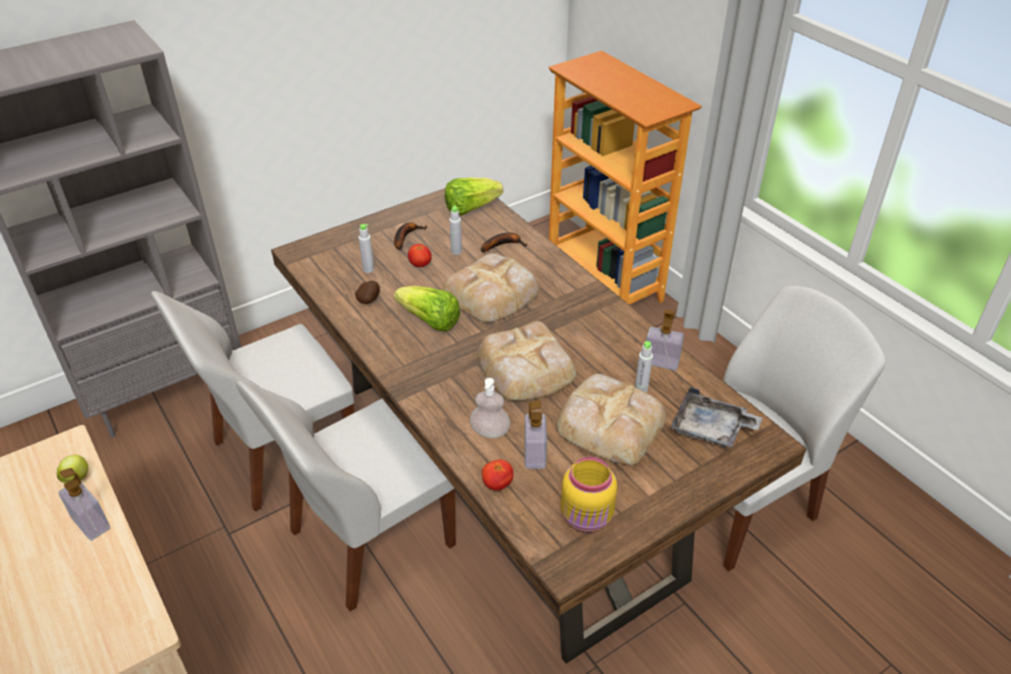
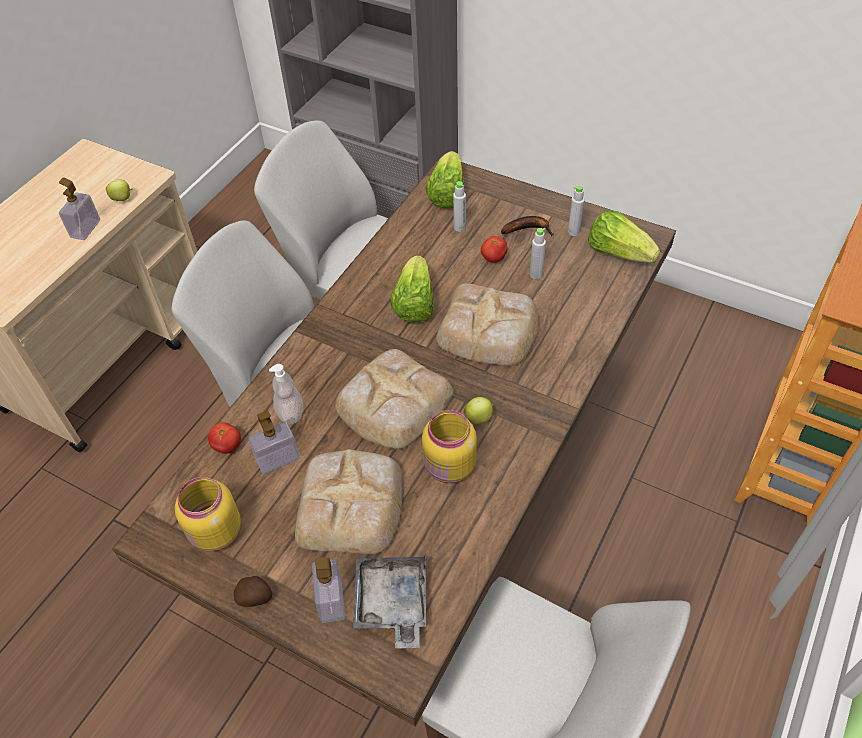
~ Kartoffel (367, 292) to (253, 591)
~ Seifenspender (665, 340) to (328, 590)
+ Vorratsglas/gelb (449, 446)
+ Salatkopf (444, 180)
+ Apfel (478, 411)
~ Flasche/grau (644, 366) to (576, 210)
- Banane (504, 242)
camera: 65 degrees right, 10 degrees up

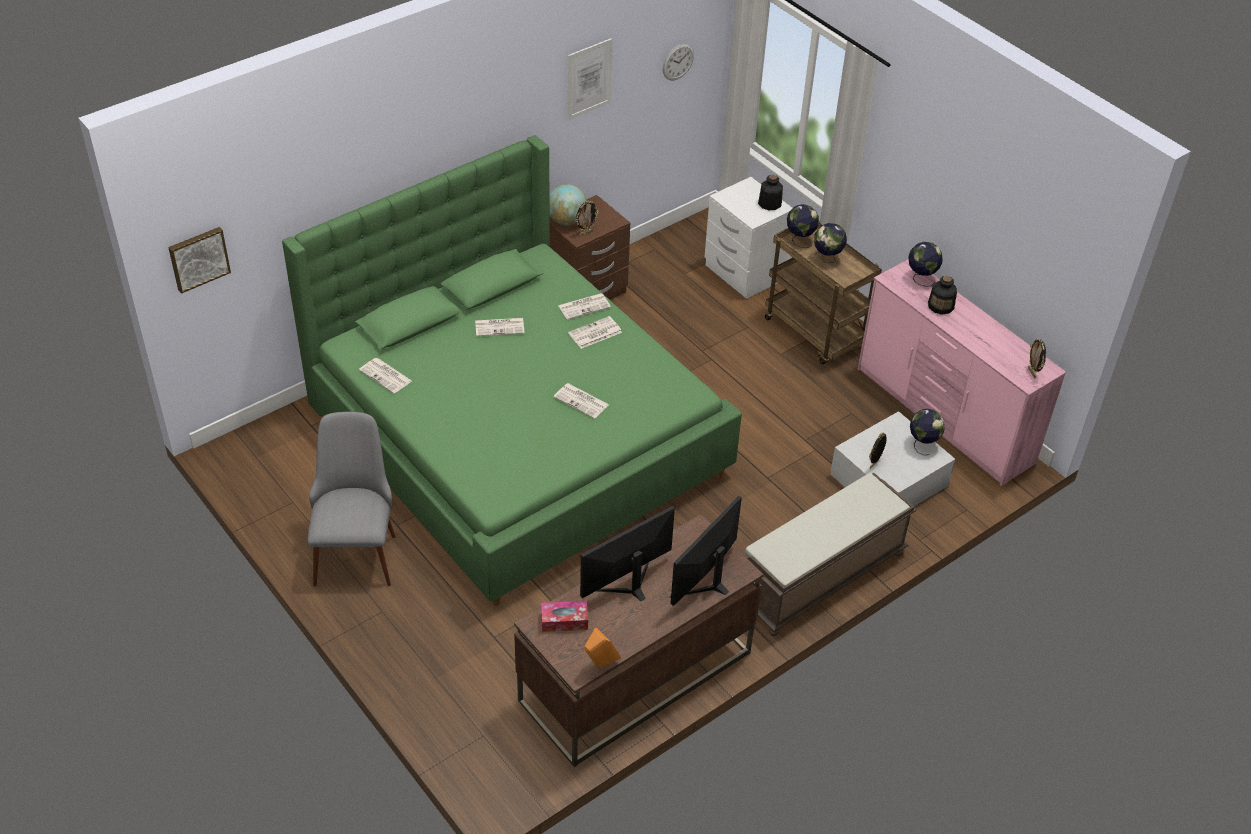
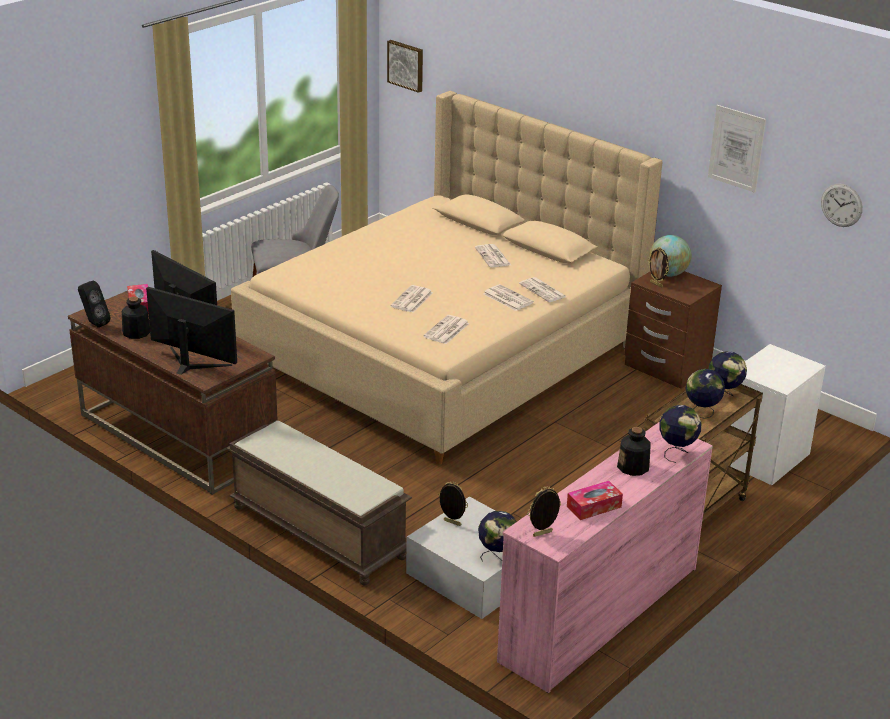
~ Lautsprecher/orange (602, 648) to Lautsprecher/schwarz (94, 304)
~ Flasche (770, 192) to (136, 318)
~ Bett/grün (512, 371) to Bett/beige (446, 278)
~ Zeitung (385, 376) to (446, 329)
+ Taschentuchbox (595, 500)
camera: 80 degrees right, 15 degrees down

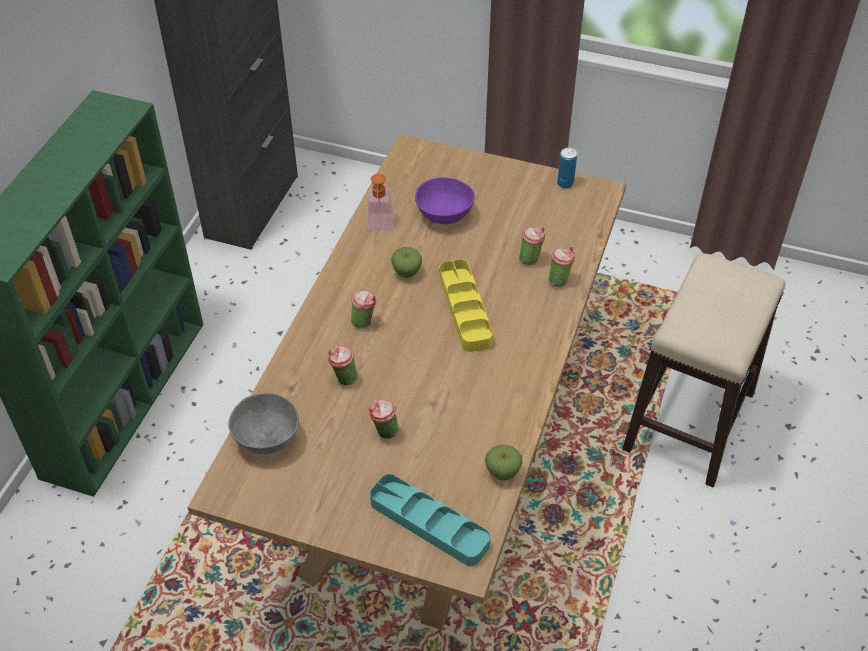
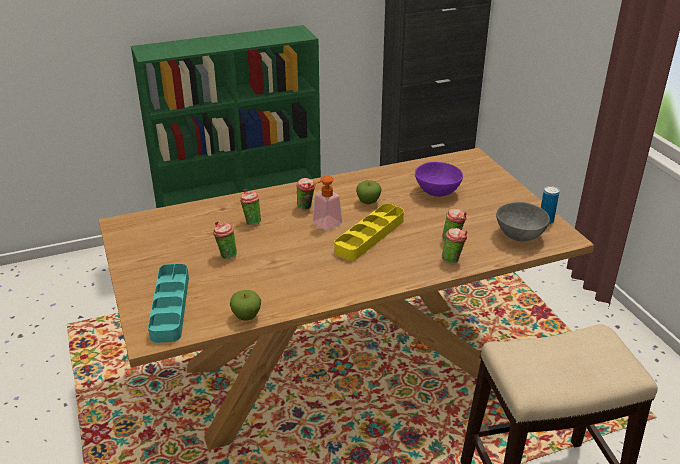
~ Seifenspender (380, 202) to (325, 203)
~ Schüssel/grau (263, 423) to (523, 221)
camera: 50 degrees right, 15 degrees down

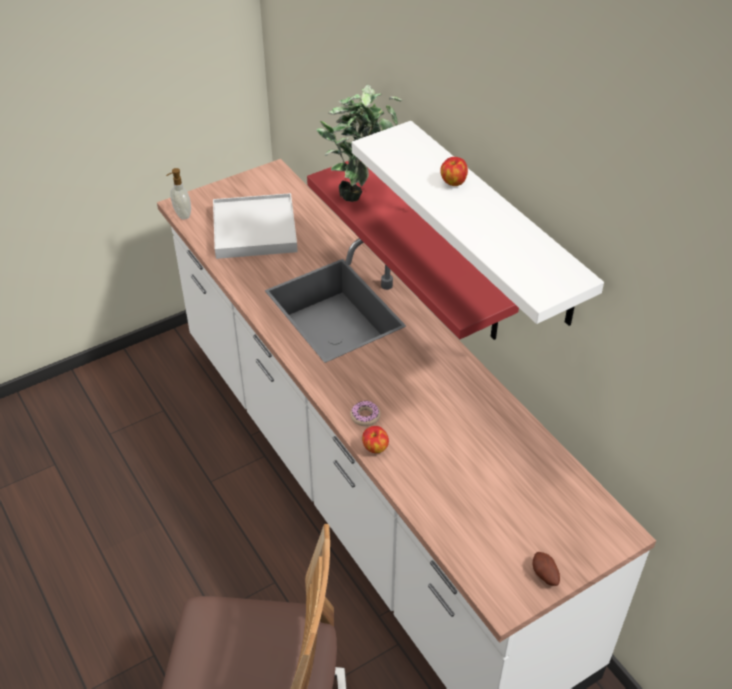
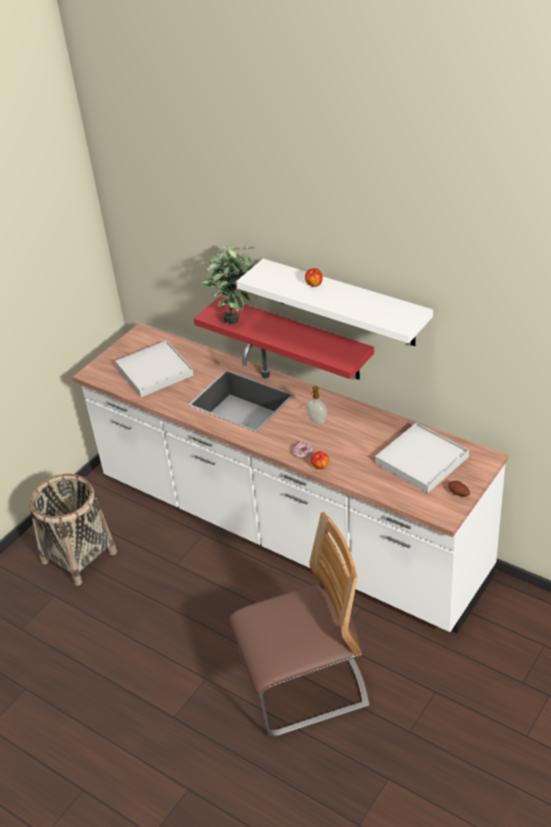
+ Korb (73, 530)
~ Seifenspender (178, 194) to (317, 405)
+ Tablett/weiß (422, 457)
camera: 20 degrees left, 5 degrees down

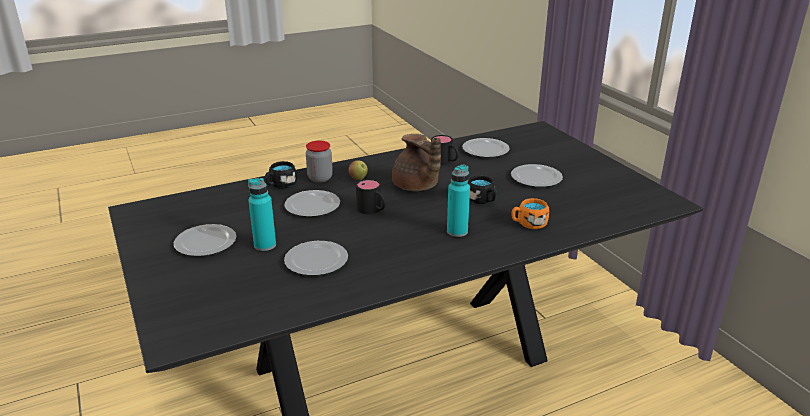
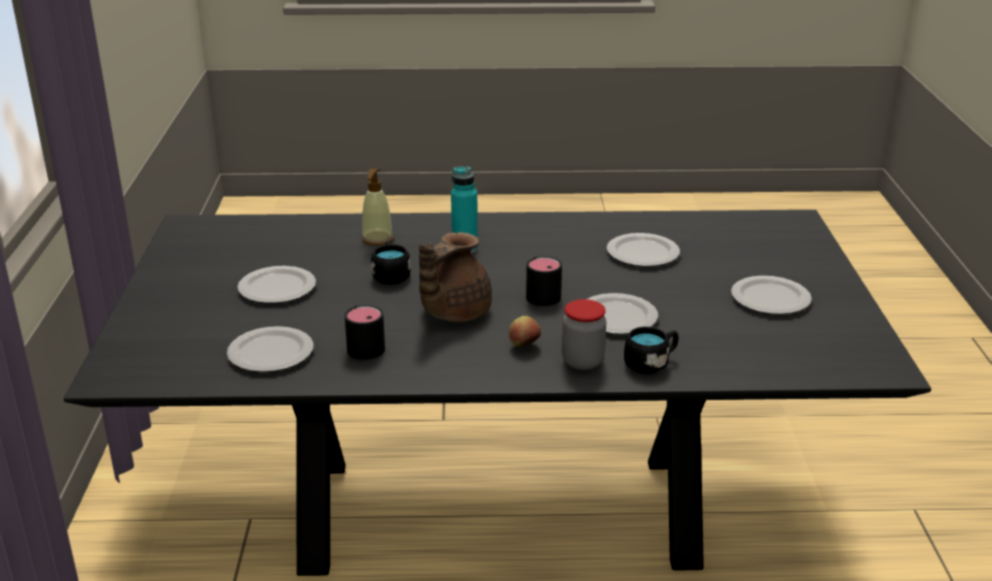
~ Henkelbecher/orange (530, 213) to Seifenspender (377, 207)
~ Teekanne/braun (416, 162) = (455, 277) 135 degrees counterclockwise
- Flasche/türkis (262, 214)
camera: 155 degrees left, 0 degrees up

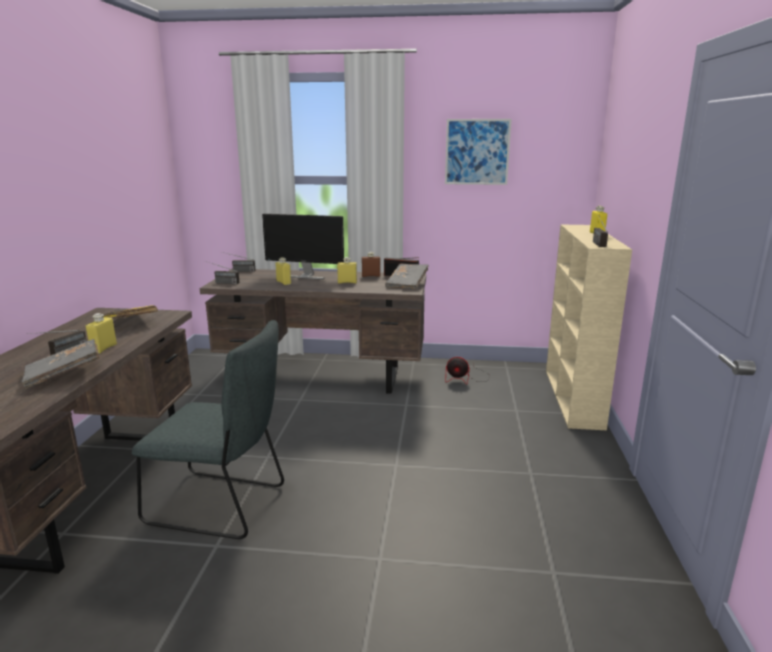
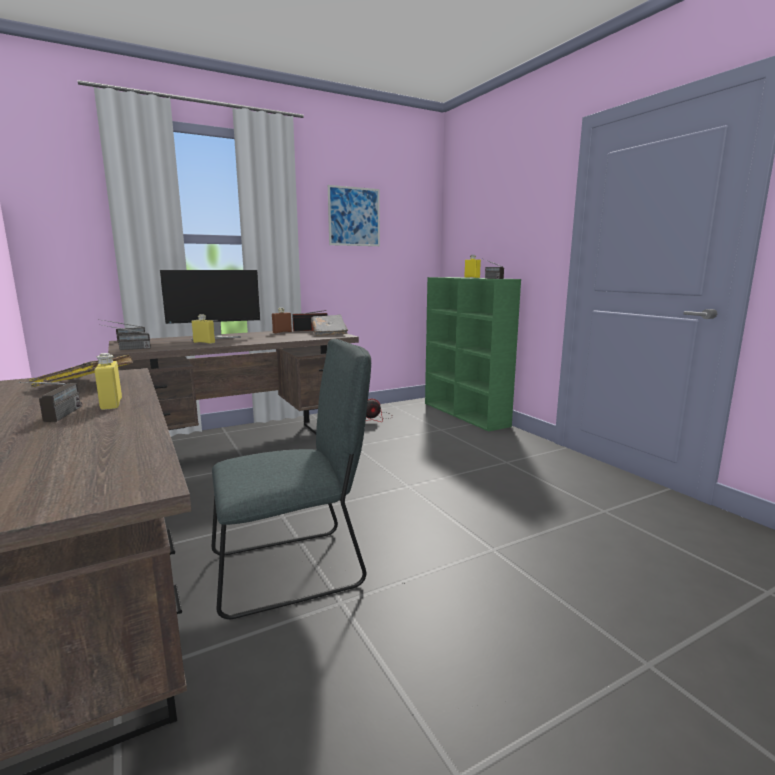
~ Bücherregal/beige (589, 327) to Bücherregal/grün (473, 354)
- Buch/grau (60, 364)
- Flasche/gelb (347, 270)
camera: 35 degrees left, 5 degrees down

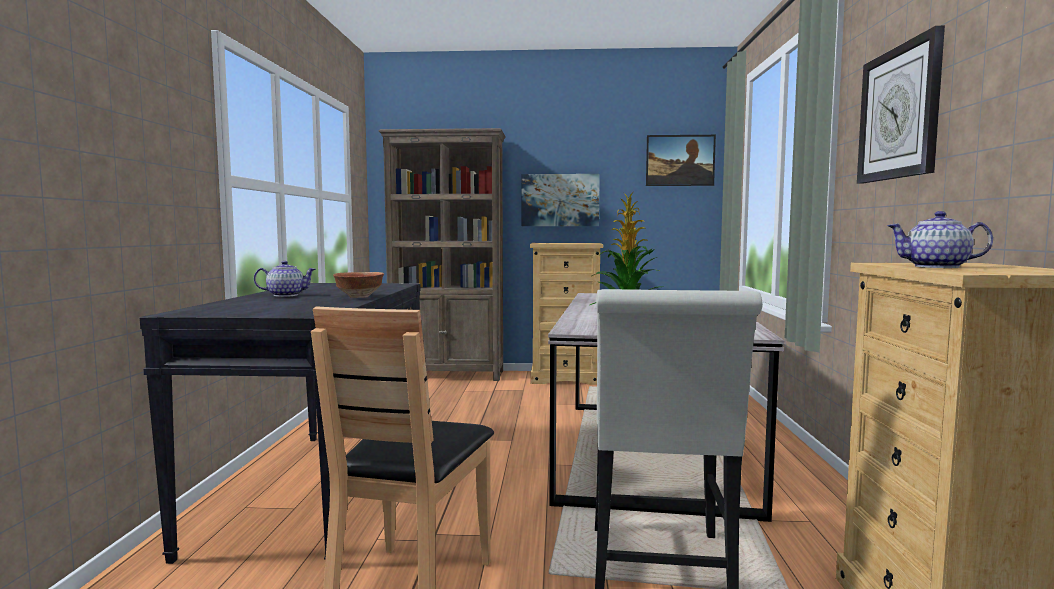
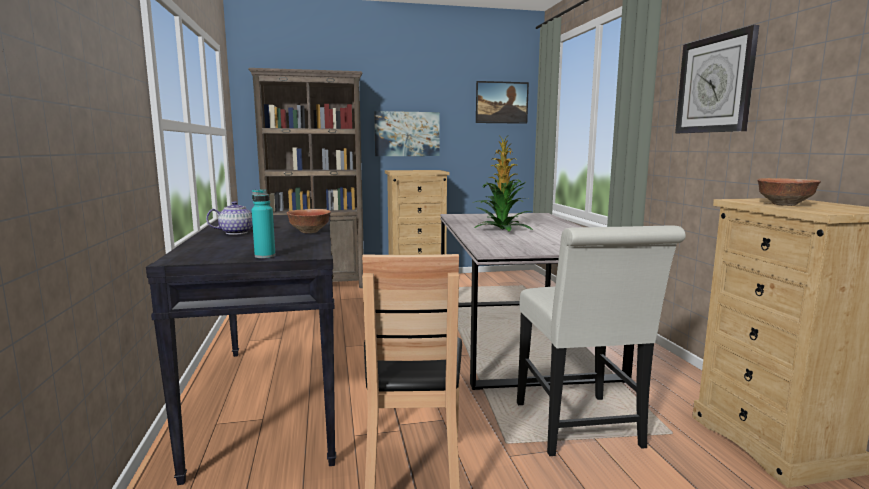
+ Flasche/türkis (264, 223)
~ Teekanne (940, 239) to Schüssel (789, 192)
camera: 15 degrees left, 5 degrees up

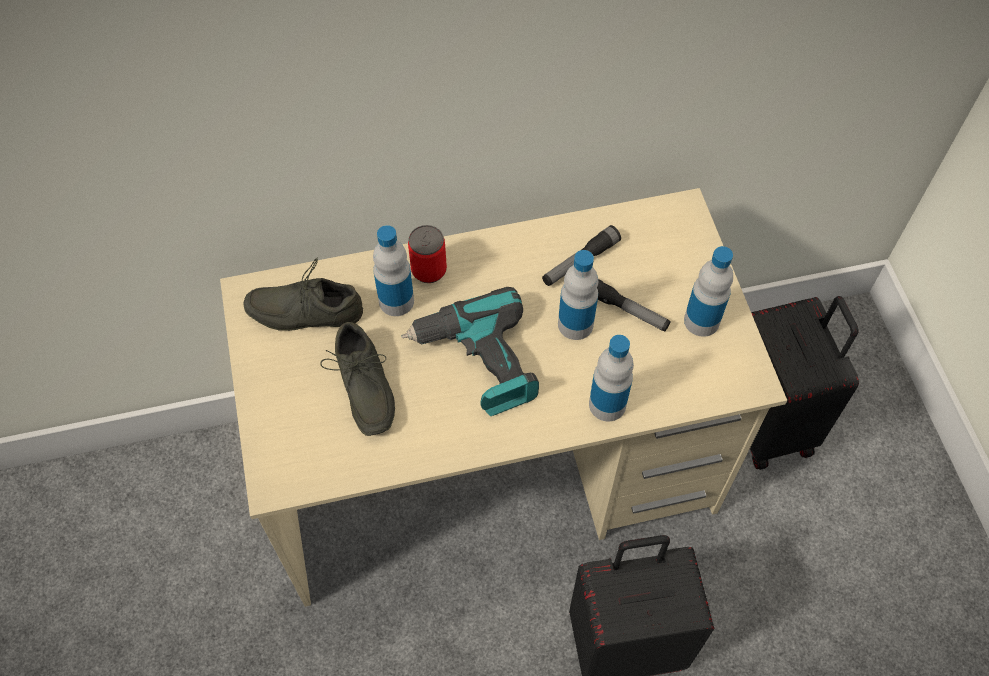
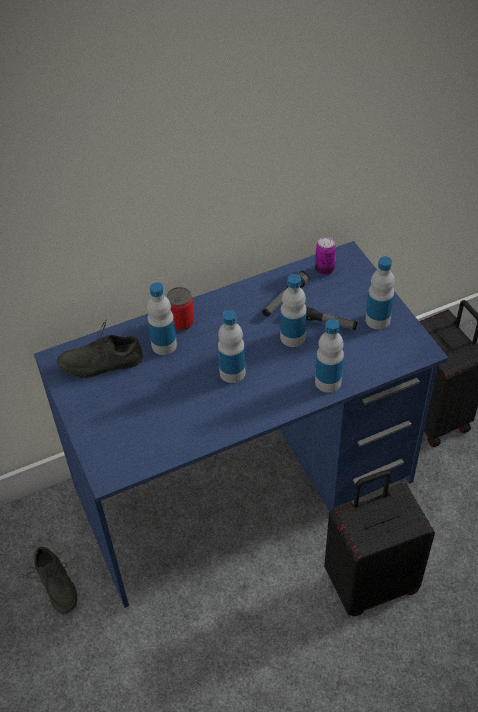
~ Schuh/grau (357, 379) to (52, 580)
~ Schreibtisch/beige (503, 397) to Schreibtisch/blau (241, 424)
~ Bohrmaschine (470, 351) to Flasche (231, 346)
+ Dose (325, 256)
camera: 10 degrees left, 10 degrees down

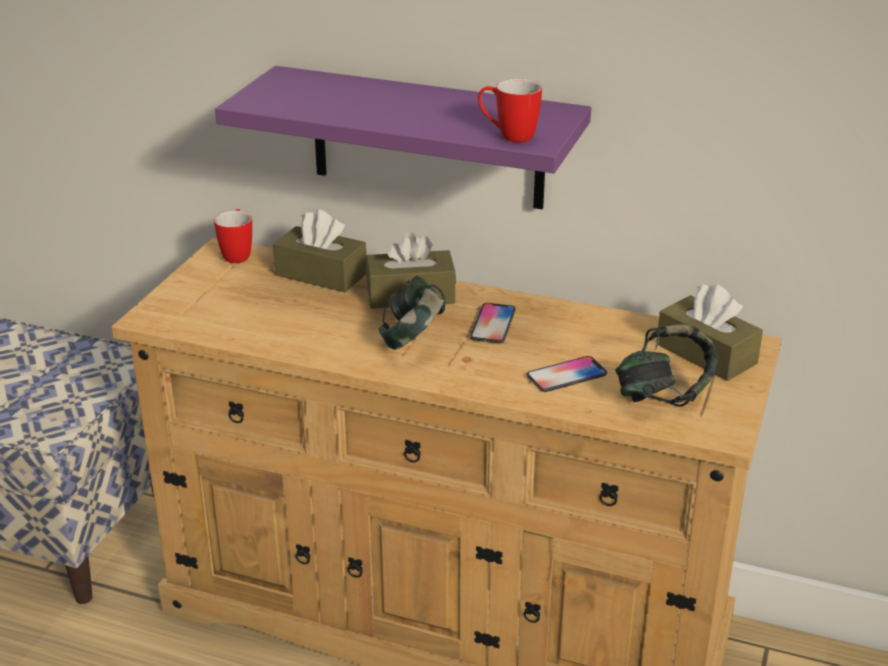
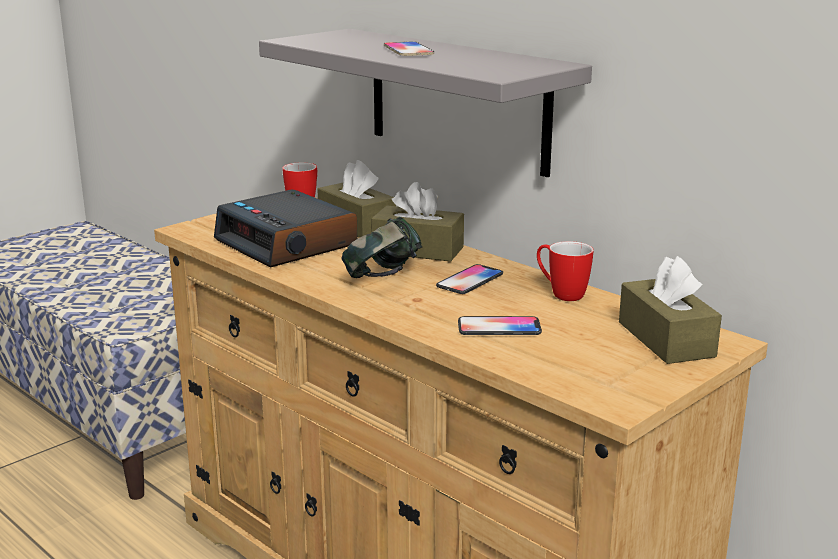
+ Wecker (285, 228)
~ Wandregal/lila (403, 137) to Wandregal/grau (425, 103)
+ Handy (409, 48)
~ Henkelbecher (510, 110) to (565, 271)
- Kopfhörer (666, 365)
camera: 25 degrees right, 10 degrees down

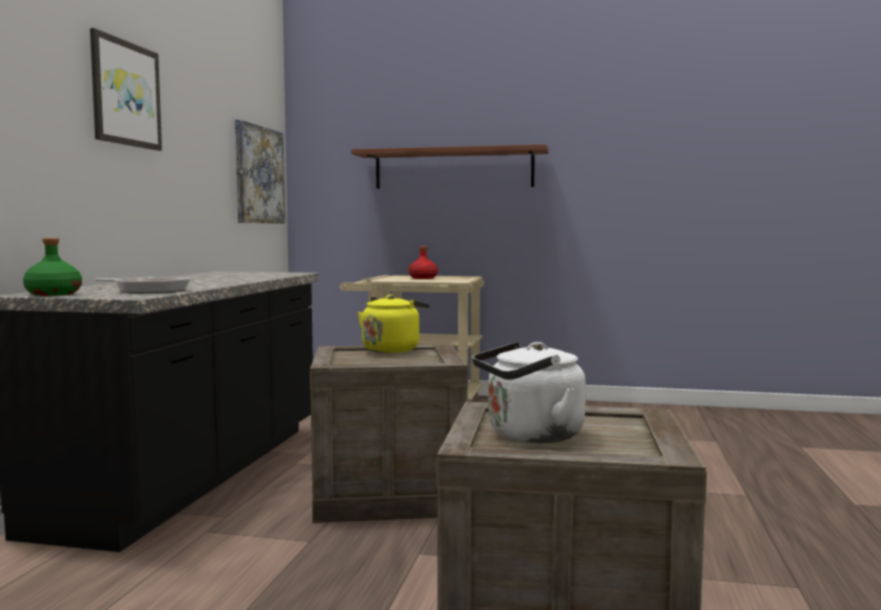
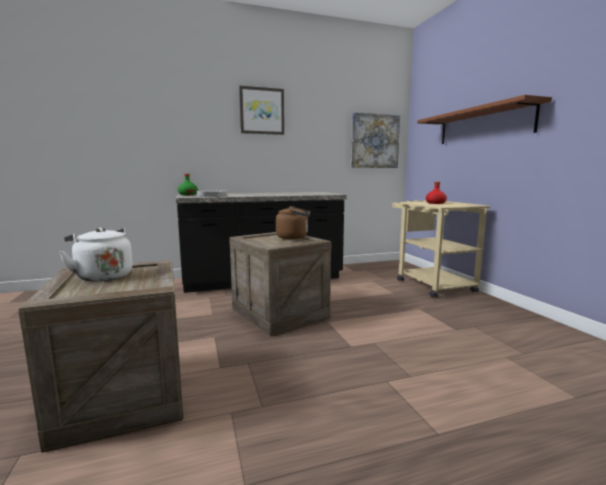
~ Wasserkessel/gelb (393, 323) to Wasserkessel/braun (293, 222)
camera: 60 degrees right, 5 degrees up

